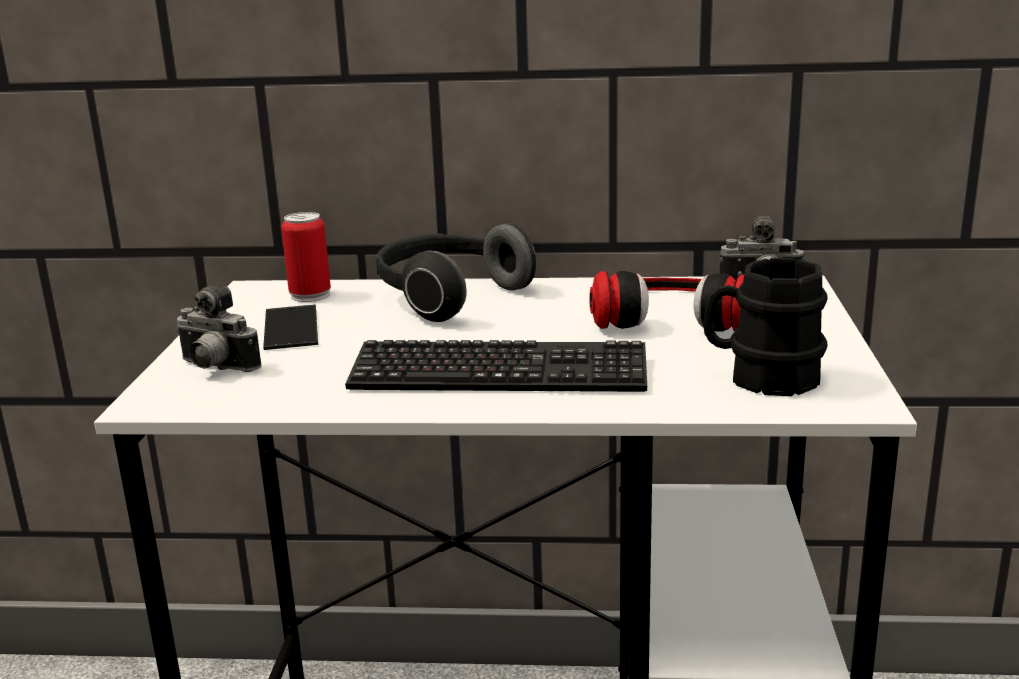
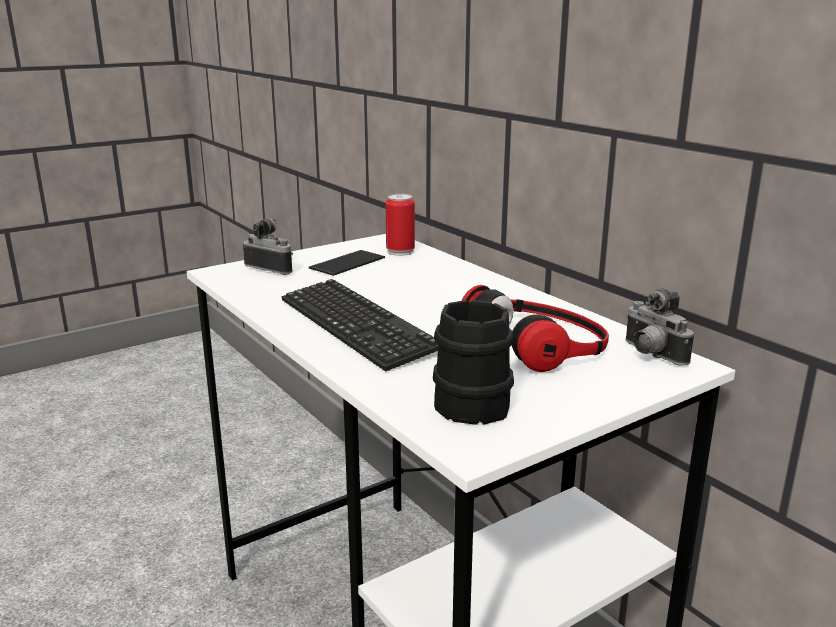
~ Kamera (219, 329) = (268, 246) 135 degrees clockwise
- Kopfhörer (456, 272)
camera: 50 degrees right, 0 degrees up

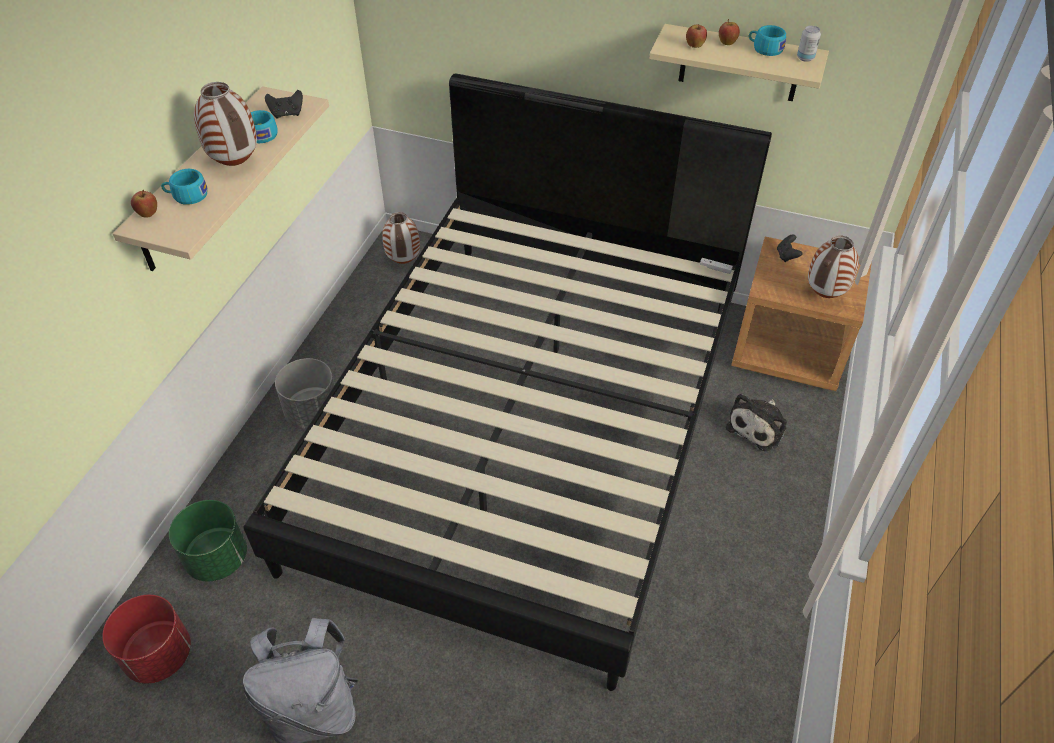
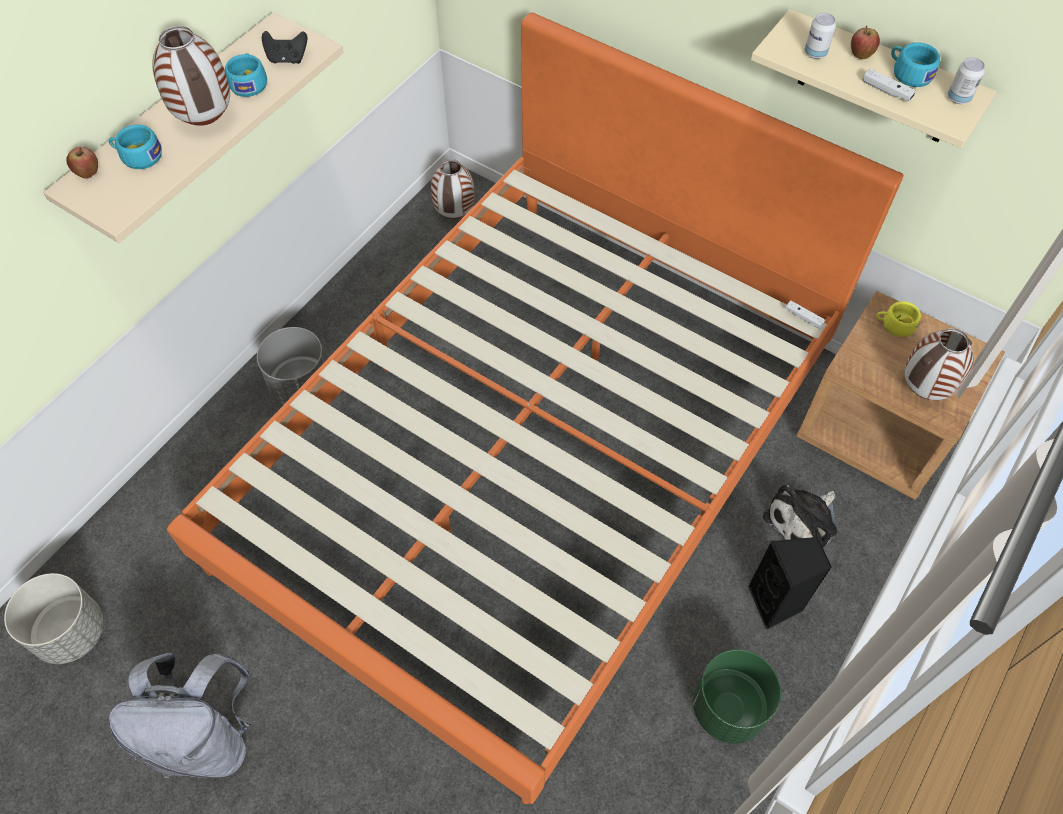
~ Pflanzkübel/rot (146, 639) to Pflanzkübel/grau (54, 618)
~ Bett/schwarz (508, 382) to Bett/orange (535, 408)
~ Pflanzkübel/grün (208, 541) to (737, 696)
+ Lautsprecher/schwarz (790, 583)
~ Apfel (696, 36) to Dose (820, 36)
+ Gamepad/weiß (889, 84)
~ Gamepad/schwarz (789, 248) to Tasse/gelb (898, 319)
camera: 15 degrees right, 10 degrees up

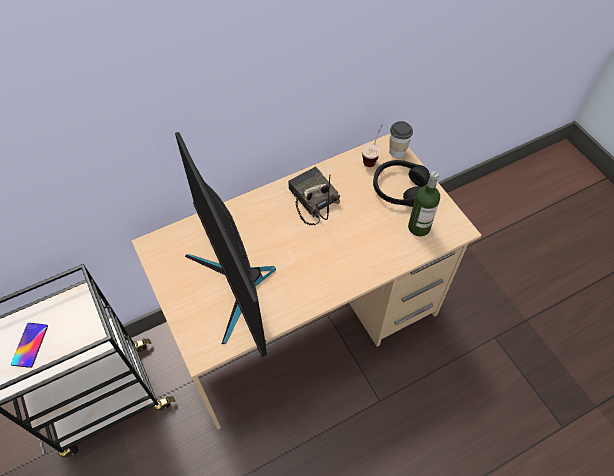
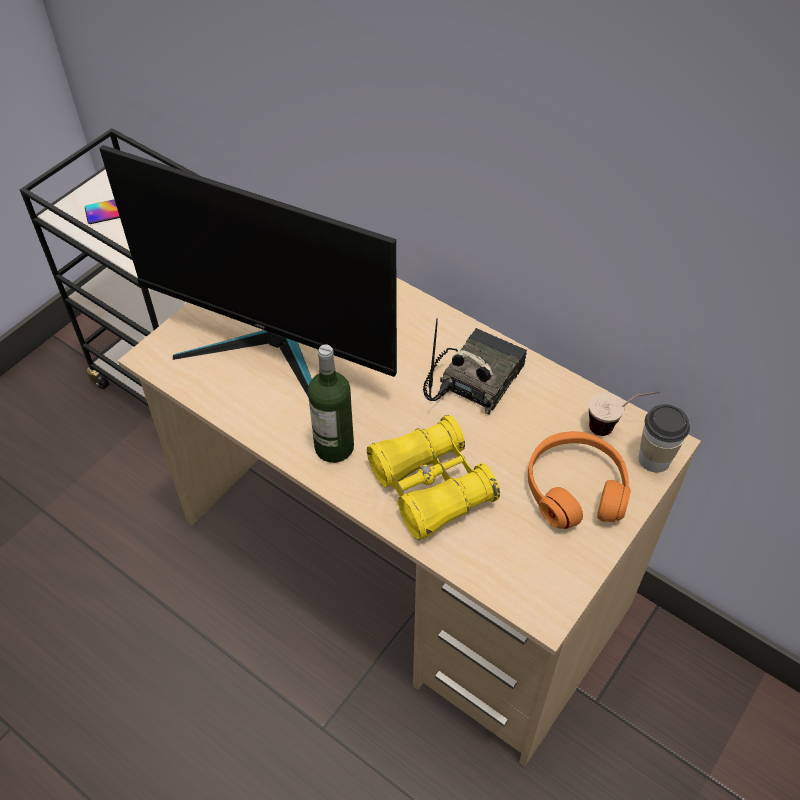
~ Monitor (225, 244) = (248, 270) 105 degrees counterclockwise
~ Flasche (424, 203) to (331, 403)
+ Fernglas/gelb (433, 477)
~ Kopfhörer/schwarz (401, 183) to Kopfhörer/orange (579, 480)
camera: 65 degrees right, 5 degrees down

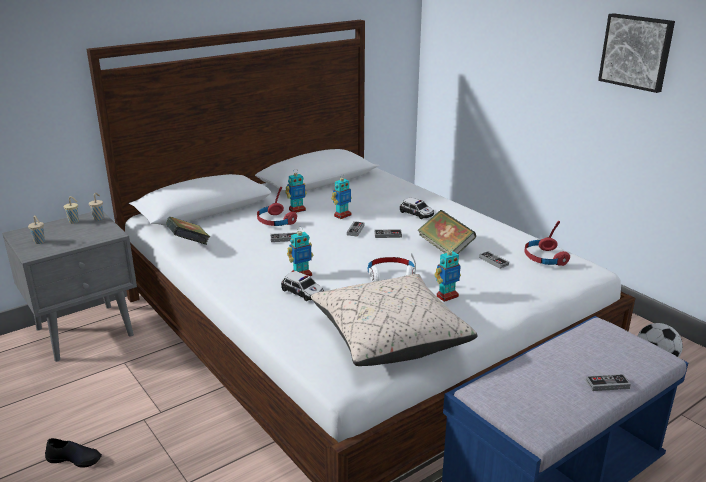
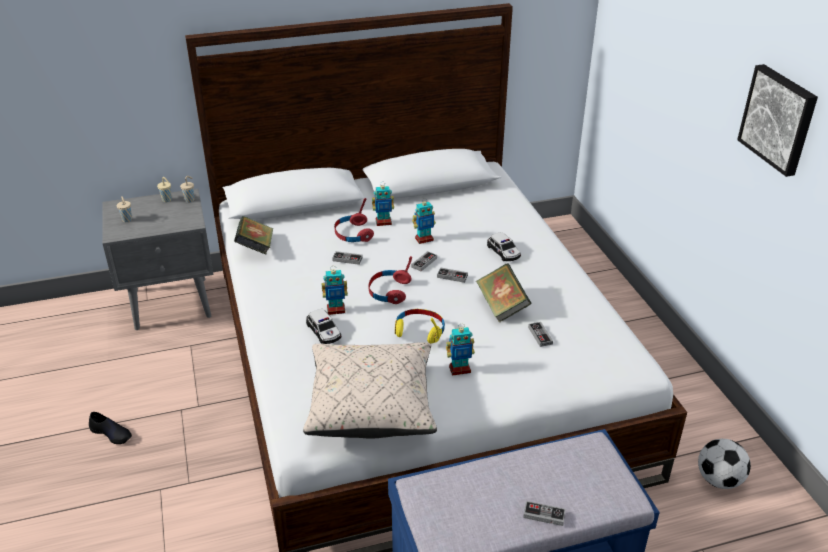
~ Kopfhörer/rot (547, 243) to (390, 280)
~ Kopfhörer/weiß (392, 267) to Kopfhörer/gelb (420, 326)
camera: 20 degrees right, 10 degrees up

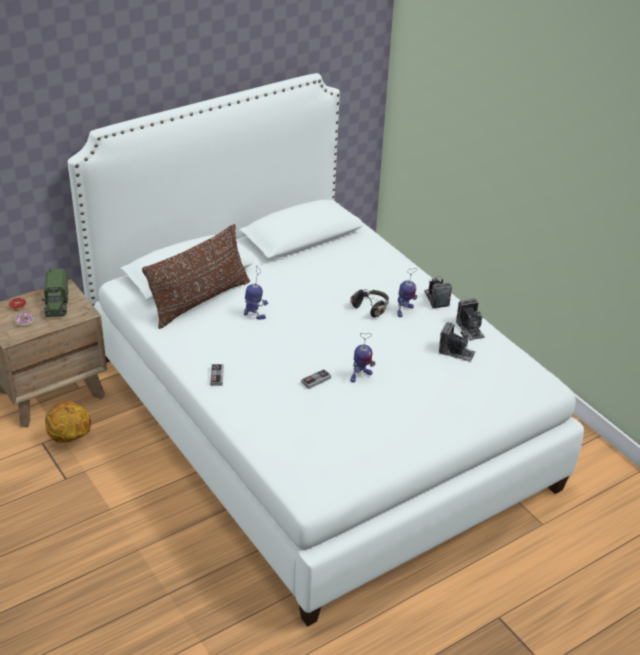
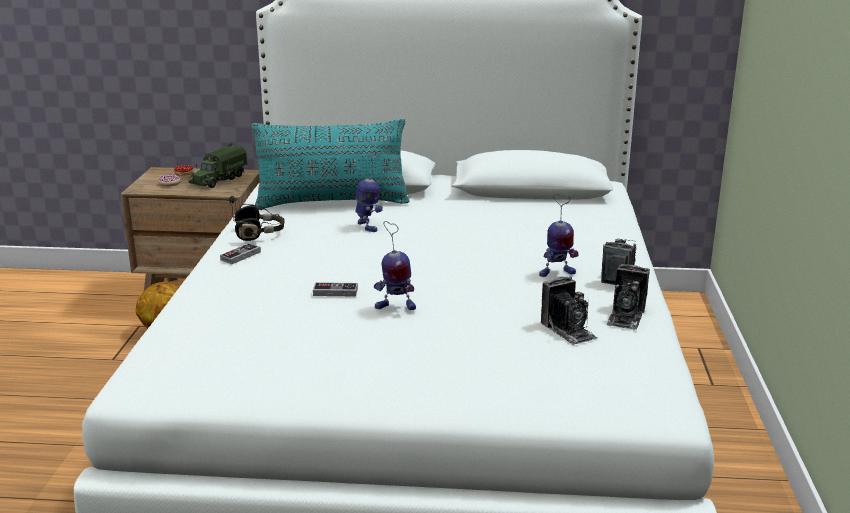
~ Kopfhörer/schwarz (369, 303) to (257, 218)
~ Kissen/braun (196, 276) to Kissen/türkis (330, 164)
camera: 40 degrees right, 15 degrees down

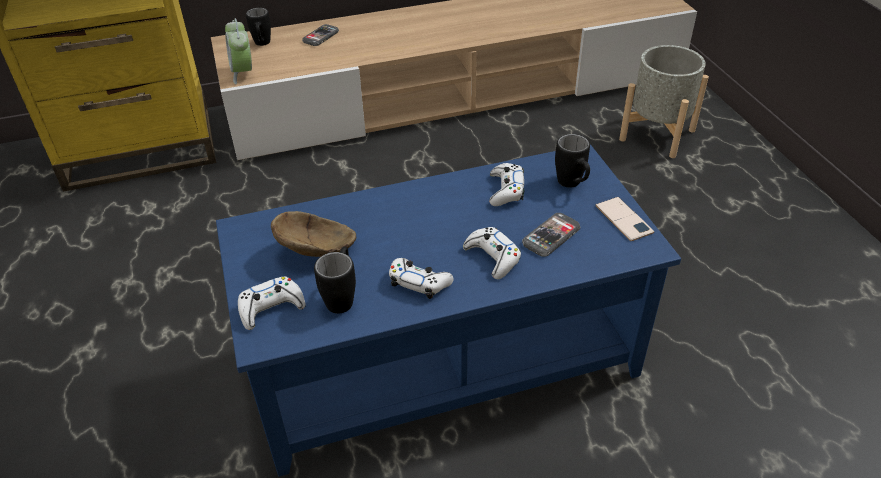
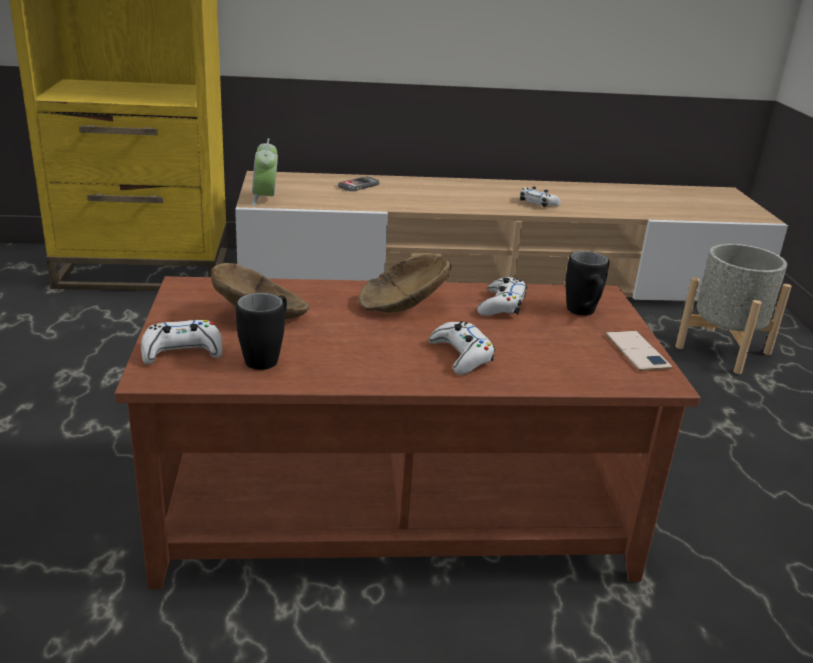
~ Couchtisch/blau (448, 310) to Couchtisch/braun (407, 432)
+ Schüssel/braun (405, 283)
~ Gamepad/weiß (421, 278) to (540, 197)
- Henkelbecher/schwarz (258, 27)
- Handy (551, 234)
camera: 10 degrees right, 15 degrees down

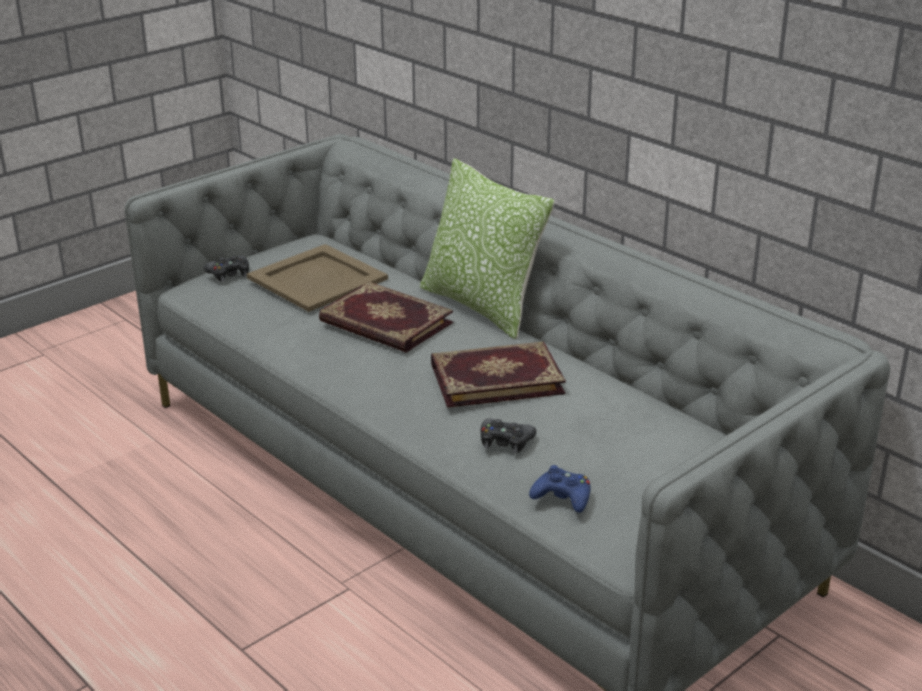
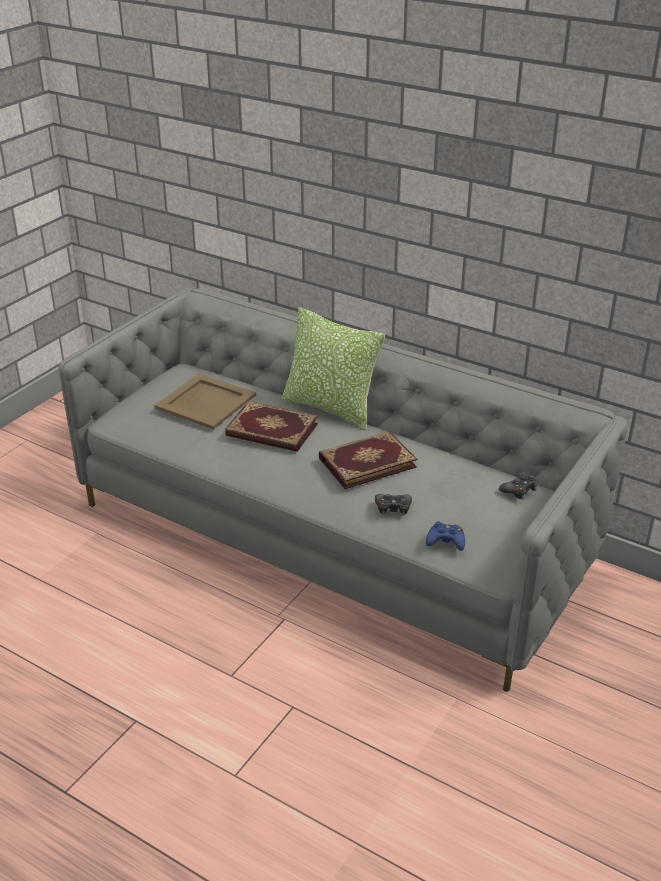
~ Gamepad/schwarz (226, 268) to (518, 485)
camera: 15 degrees left, 5 degrees up

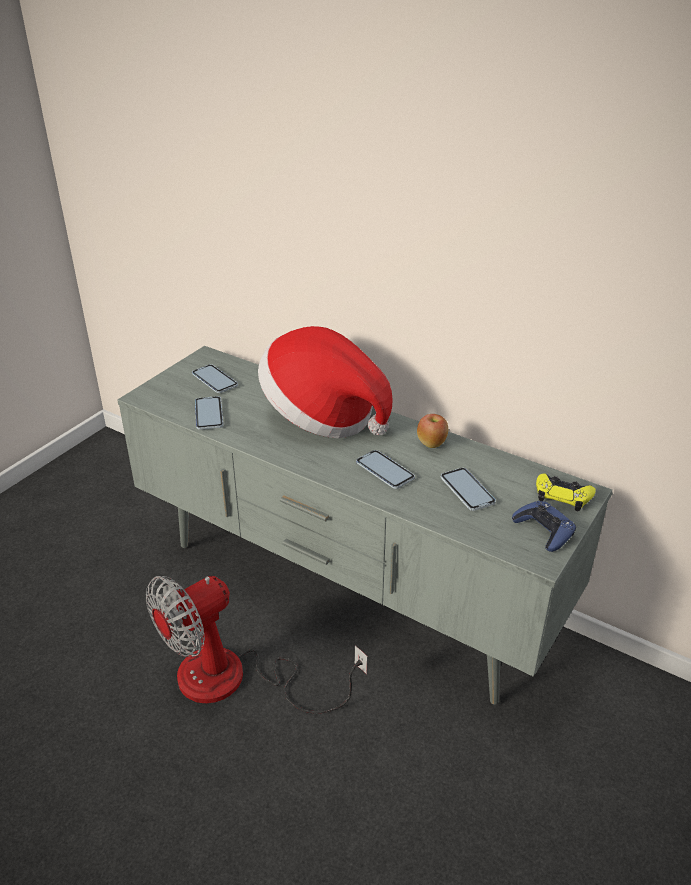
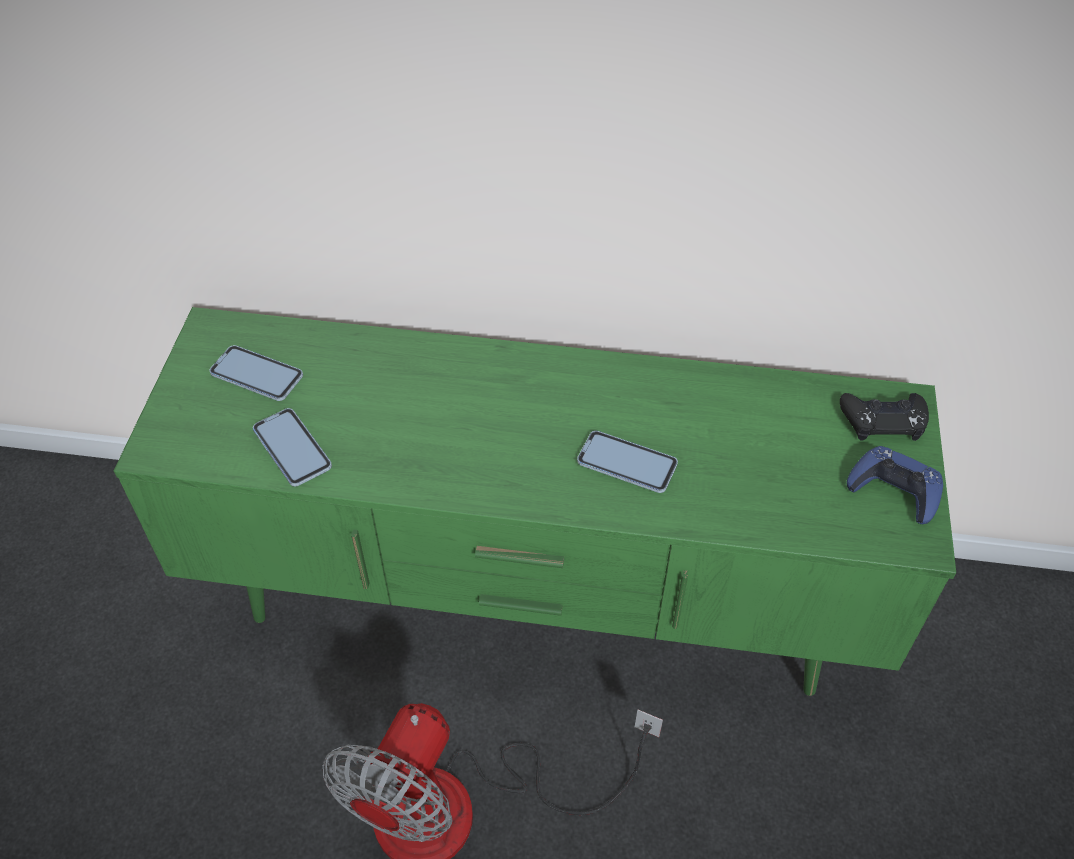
~ Fernsehschrank/grau (365, 525) to Fernsehschrank/grün (535, 501)
~ Gamepad/gelb (566, 492) to Gamepad/schwarz (884, 417)
- Hut (325, 382)
- Apfel (432, 431)
- Handy (468, 489)
camera: 25 degrees left, 15 degrees up

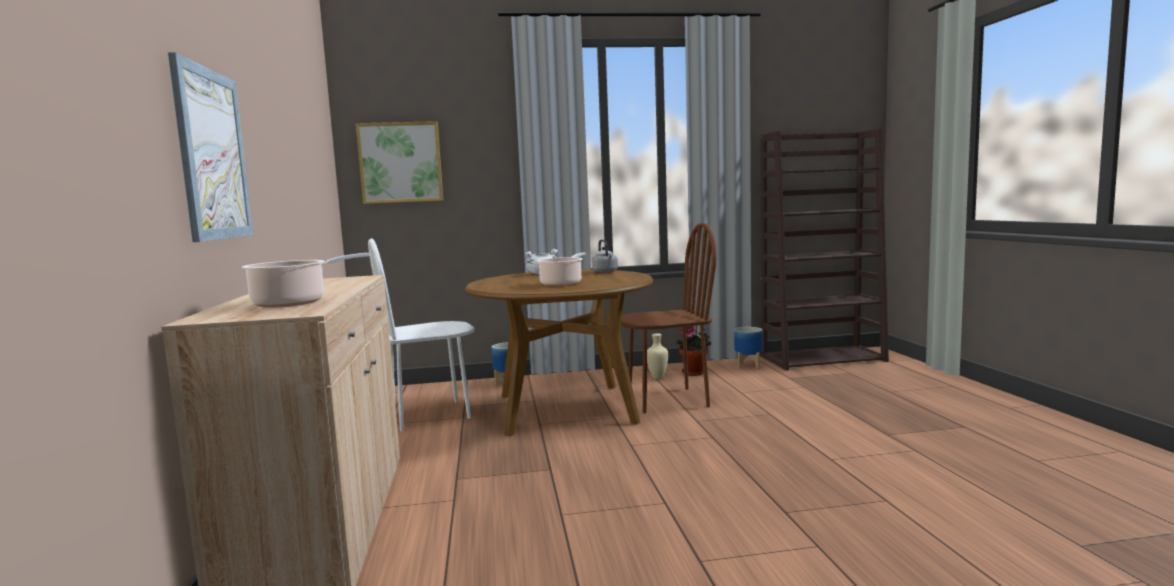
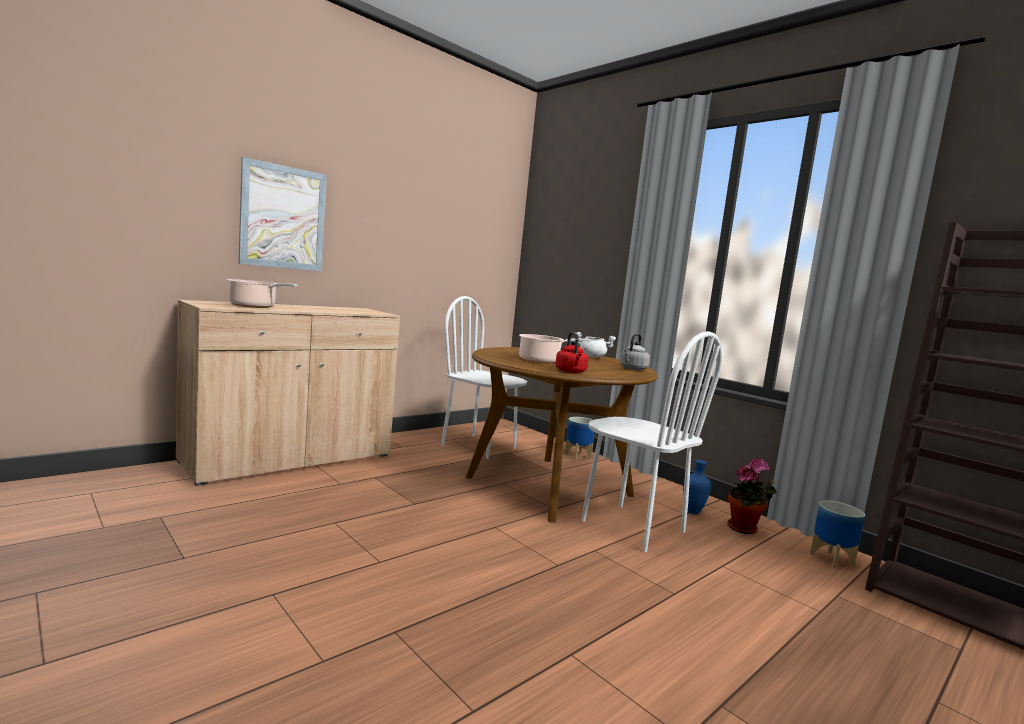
+ Wasserkessel/rot (572, 352)
~ Stuhl/braun (669, 318) to Stuhl/weiß (651, 441)
~ Vase/beige (657, 356) to Vase/blau (697, 486)
- Bild (399, 162)
camera: 55 degrees right, 0 degrees up

